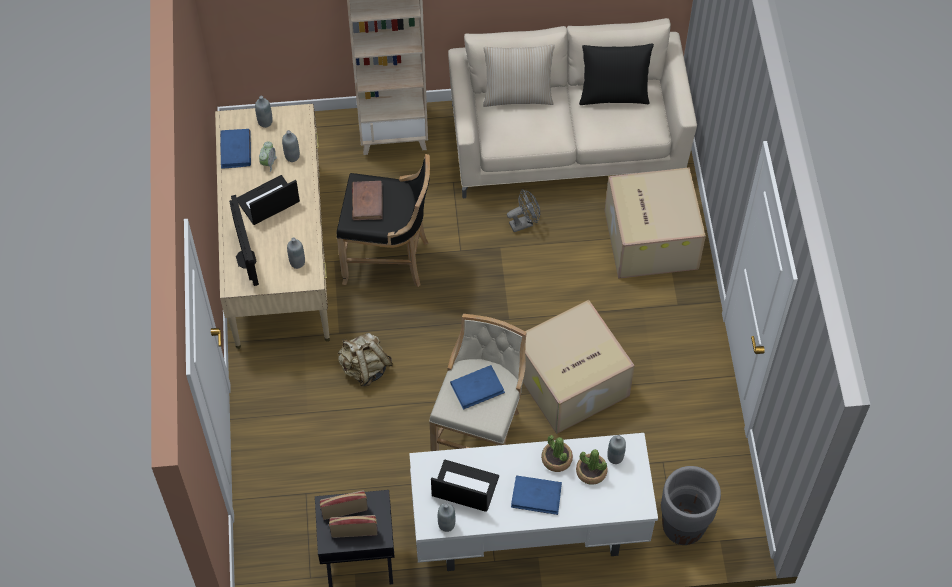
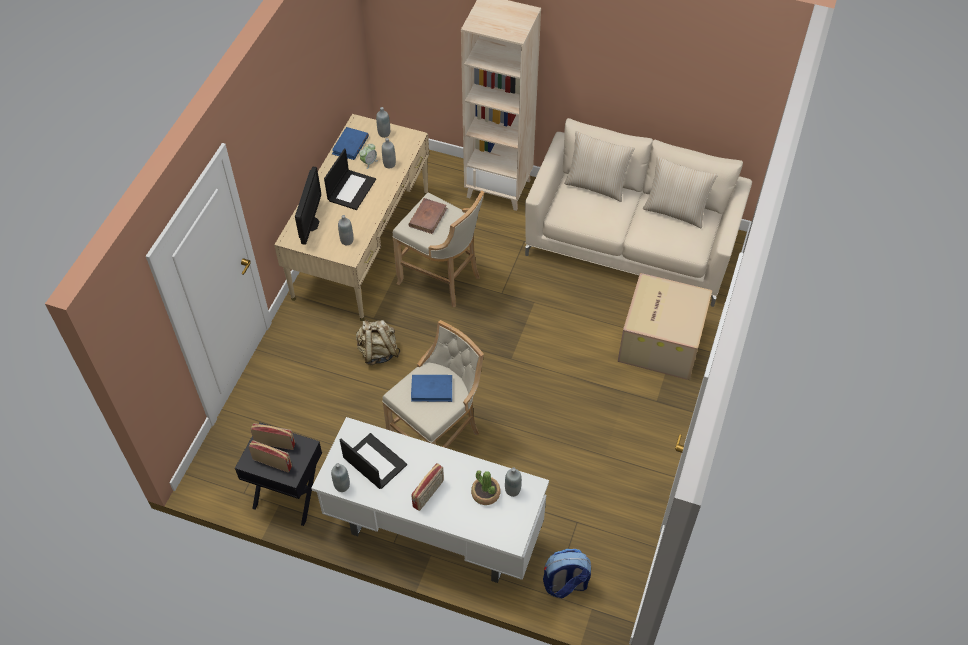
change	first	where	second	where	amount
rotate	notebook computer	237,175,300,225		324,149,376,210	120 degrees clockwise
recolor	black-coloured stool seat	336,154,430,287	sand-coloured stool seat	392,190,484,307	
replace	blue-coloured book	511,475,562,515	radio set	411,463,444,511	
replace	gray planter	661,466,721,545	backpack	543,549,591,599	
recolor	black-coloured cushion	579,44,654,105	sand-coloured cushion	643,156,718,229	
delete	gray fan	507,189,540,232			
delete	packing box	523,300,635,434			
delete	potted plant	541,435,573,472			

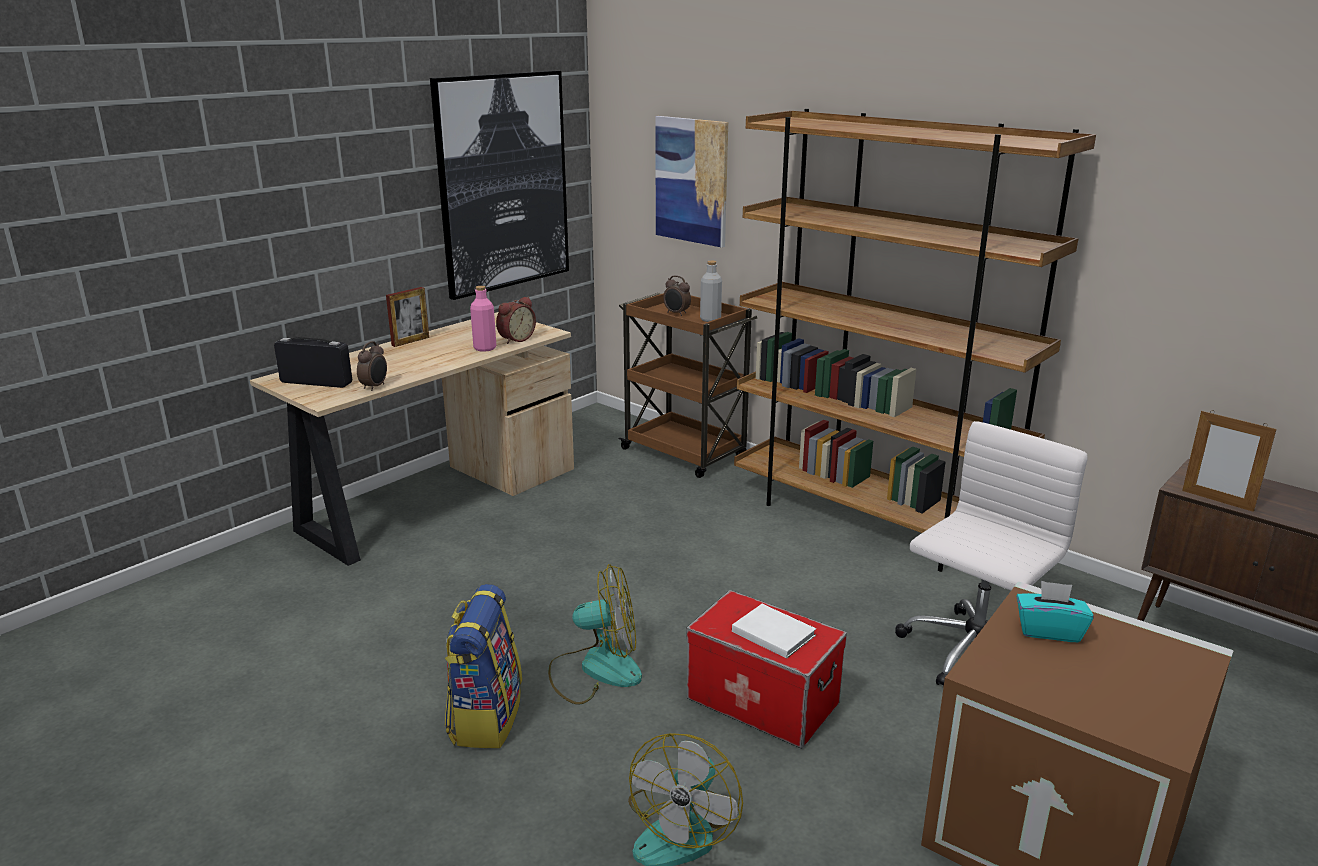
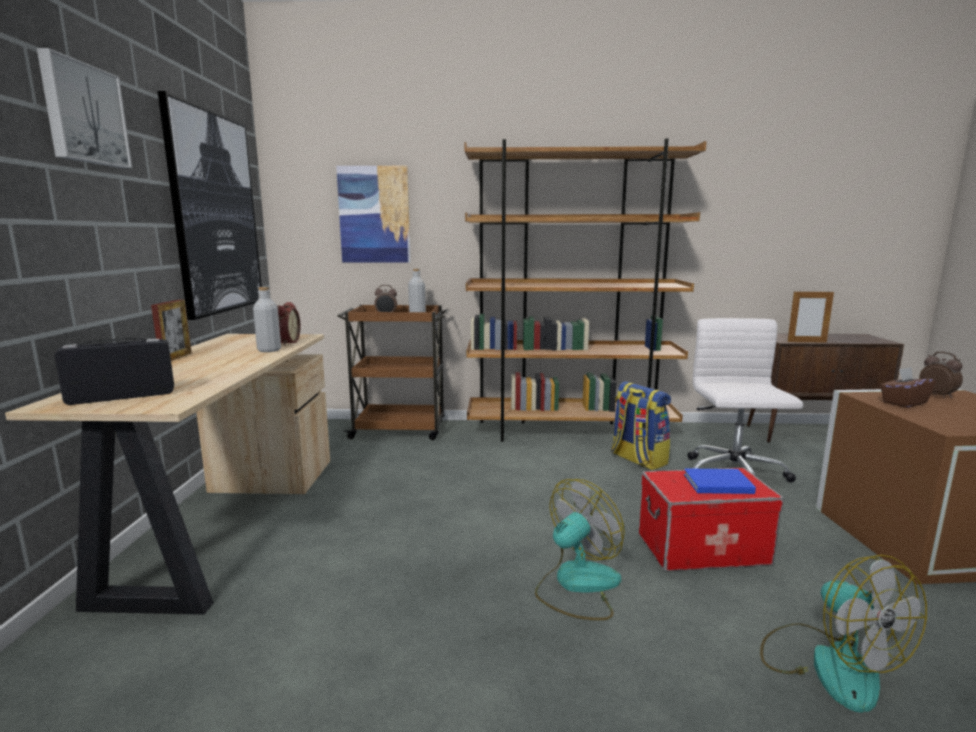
change	first	where	second	where	amount
insert			picture	37,48,132,168	
recolor	pinkish beverage bottle	470,286,496,352	gray beverage bottle	253,287,281,352	
move	backpack	445,584,522,748		611,381,671,470	
recolor	white-coloured book	732,604,816,659	blue-coloured book	684,468,756,494	
recolor	blue-green tissue box	1016,581,1094,642	brownish tissue box	880,367,936,408	
move	bedside clock	357,341,387,391		919,352,963,398	

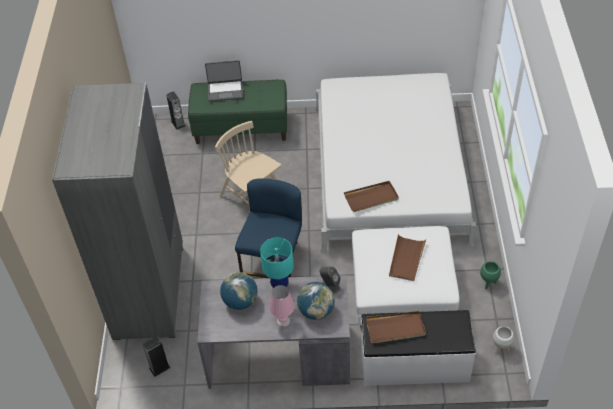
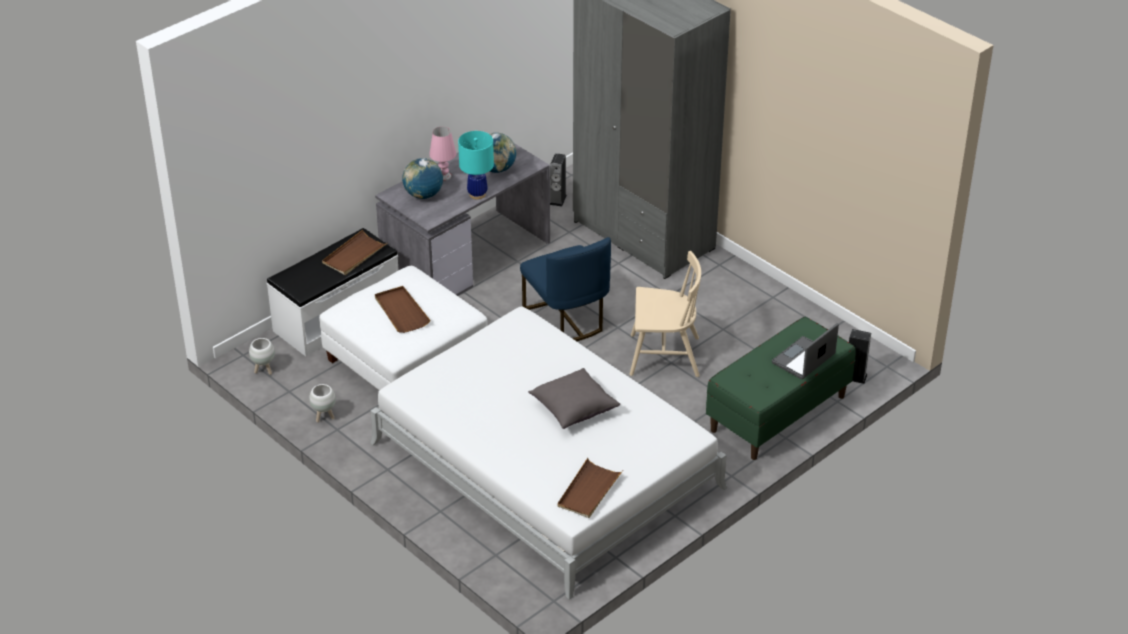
change	first	where	second	where	amount
recolor	green planter	480,261,501,289	white-coloured planter	309,384,336,422	
insert			gray cushion	528,368,620,429	
move	brownish serving tray	344,181,399,212		558,458,623,518	
delete	gray speaker	320,266,340,294			

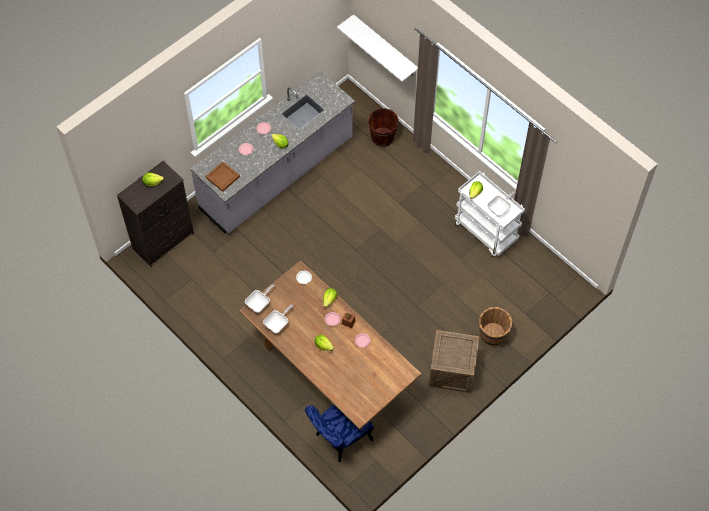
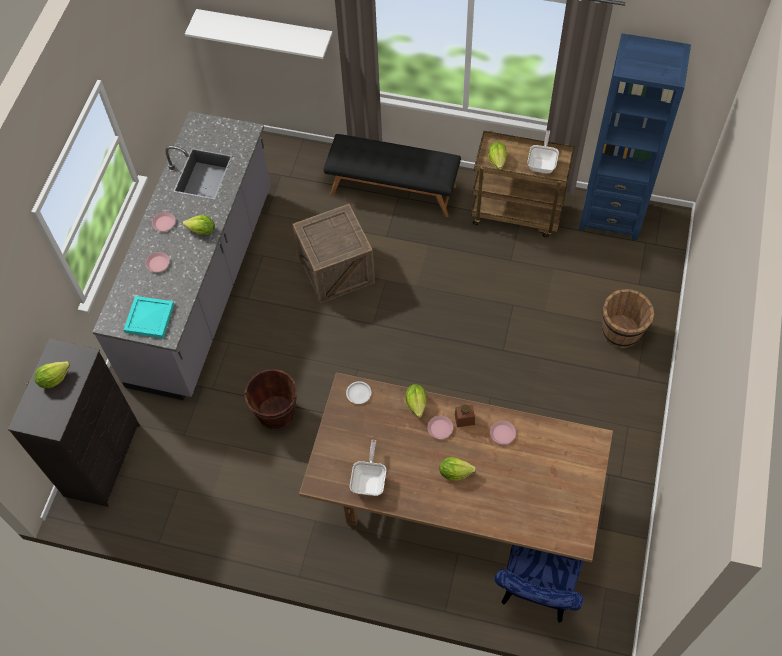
change	first	where	second	where	amount
recolor	brownish serving tray	205,161,240,192	blue-green serving tray	124,296,174,338	
move	brownish pail	368,108,399,147		244,369,297,430	
move	crate	429,330,479,393		292,204,375,303	
insert			black-coloured bench	323,134,461,217	
recolor	white-coloured wheeled cart	455,171,525,256	brownish wheeled cart	471,130,575,238	
insert			blue-coloured bookshelf	579,34,691,241	
delete	skillet	245,284,275,313			

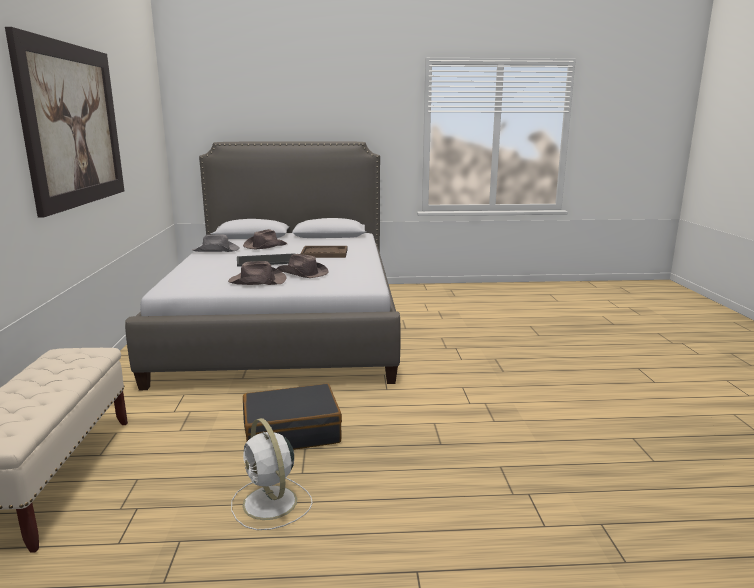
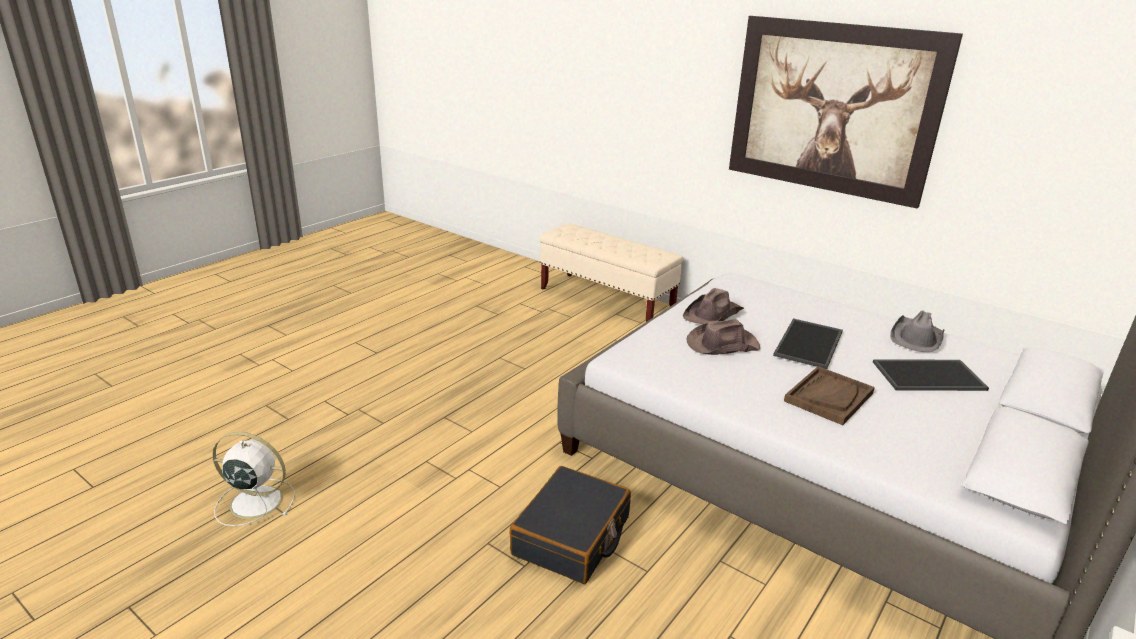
change	first	where	second	where	amount
move	white-coloured fan	231,418,312,530		212,432,295,526	
move	black-coloured piece of luggage	243,383,342,450		510,466,631,584	
replace	brownish hat	243,229,287,249	serving tray	873,359,989,391	

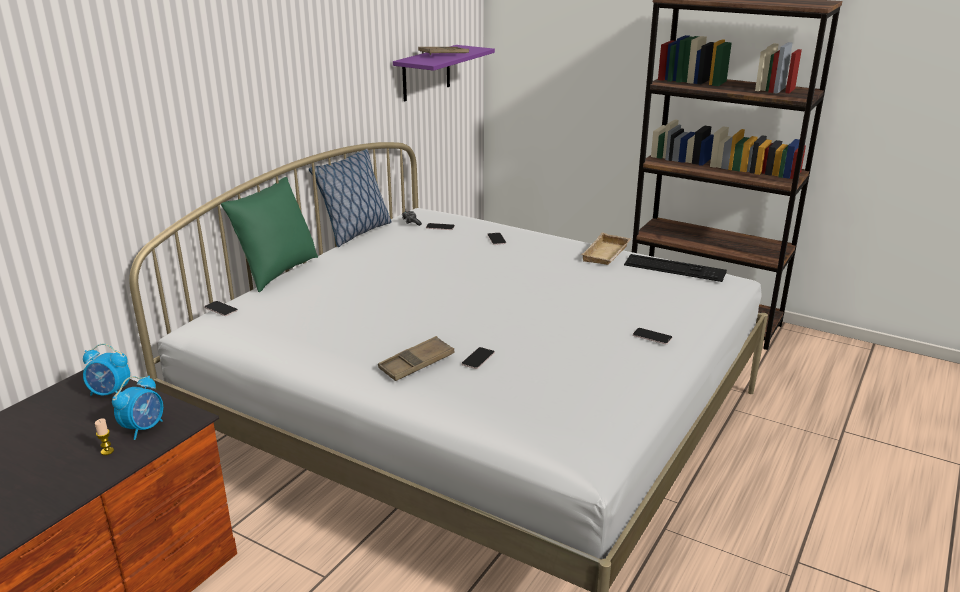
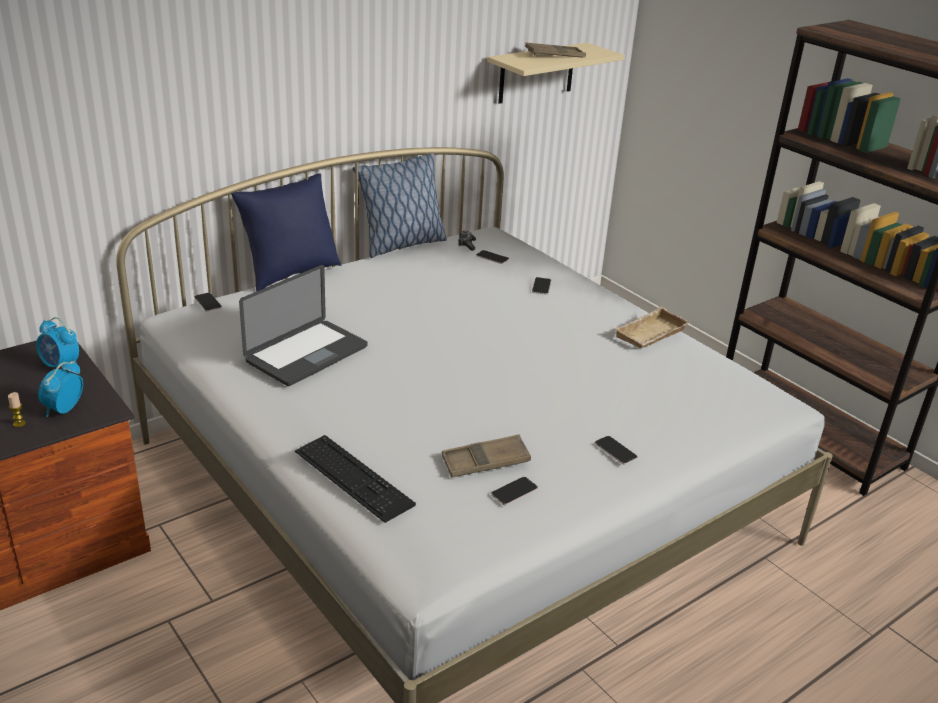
change	first	where	second	where	amount
rotate	bedside clock	112,376,163,440		38,360,83,417	150 degrees clockwise
recolor	green cushion	220,177,318,292	blue-coloured cushion	231,173,341,292	
insert			notebook computer	239,265,368,386	
move	keyboard	624,254,727,282		295,435,416,523	
move	brownish serving tray	378,336,454,381		442,435,531,477	
recolor	purplish wall shelf	393,45,495,101	sand-coloured wall shelf	487,43,625,104	
move	phone	462,347,495,369		491,477,538,505	

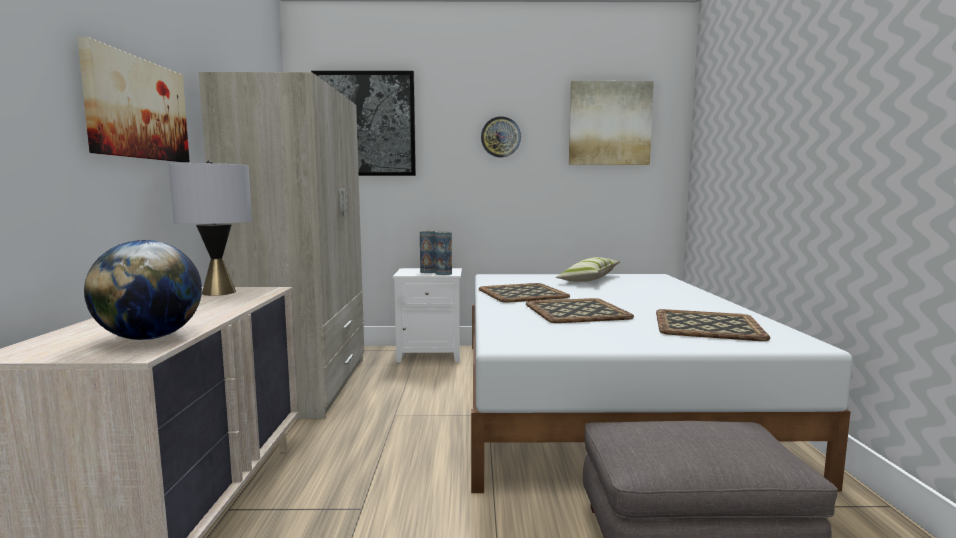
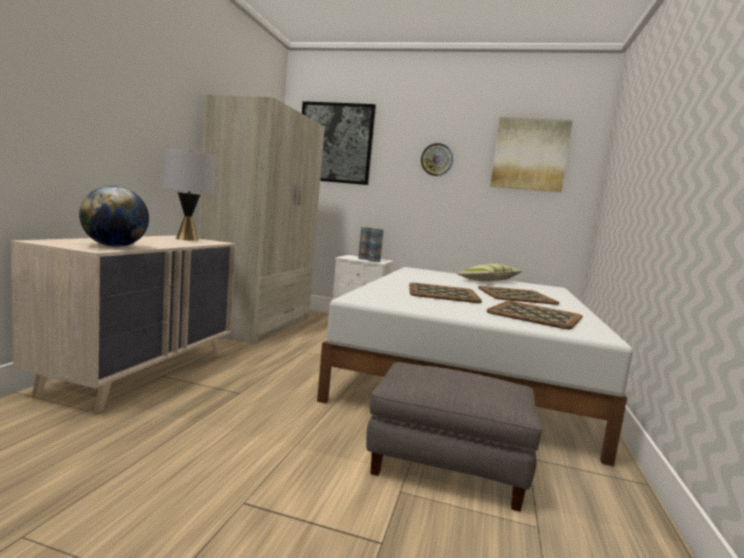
change	first	where	second	where	amount
move	serving tray	479,283,570,303		478,286,559,305	
delete	picture	77,37,190,162			

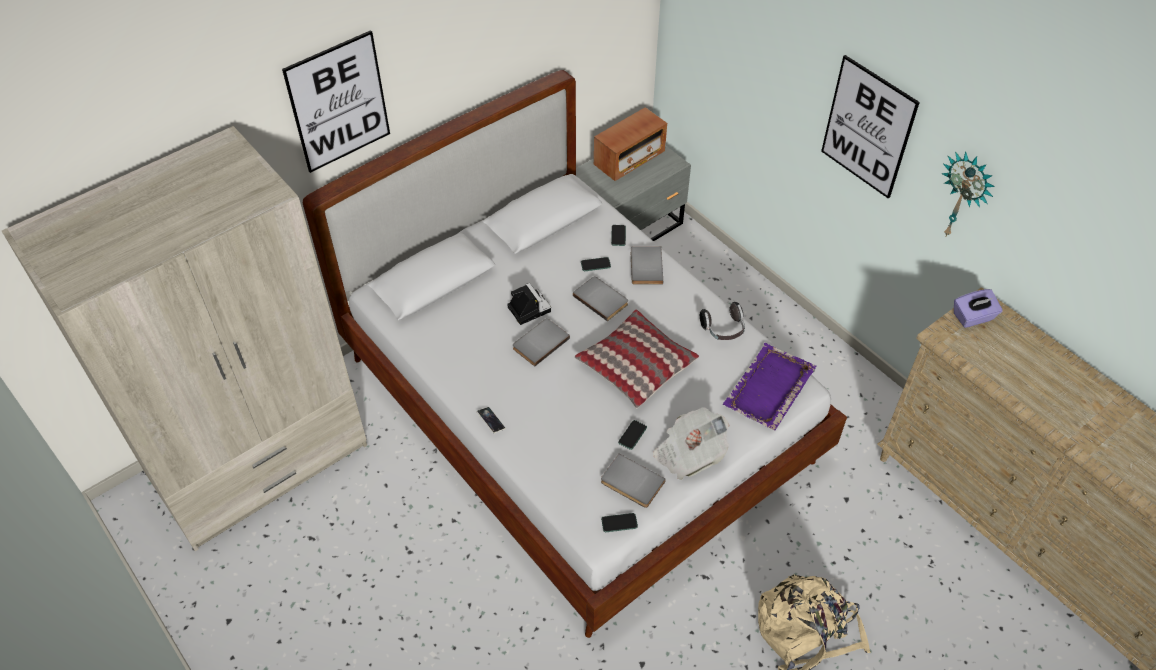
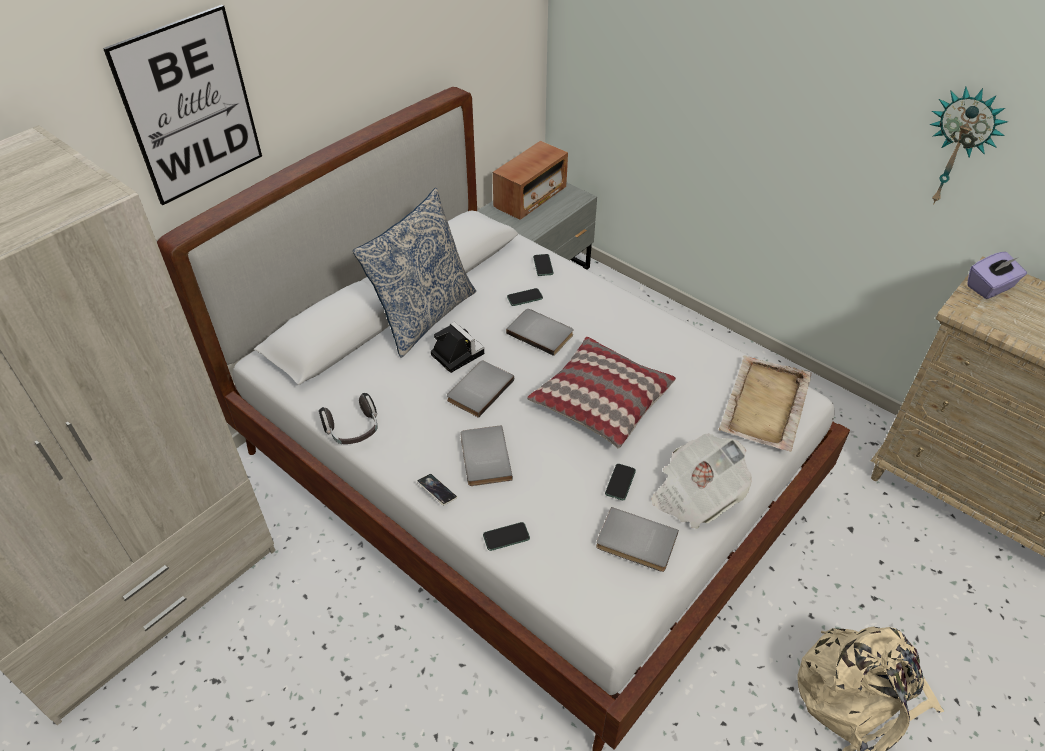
change	first	where	second	where	amount
move	pair of headphones	700,302,745,340		319,393,378,444	
insert			cushion	353,188,476,358	
move	gray book	631,246,663,284		460,425,513,486	
move	phone	601,513,638,532		483,522,530,551	
recolor	purplish serving tray	723,343,816,430	sand-coloured serving tray	719,355,812,452	
delete	picture	821,55,920,199			

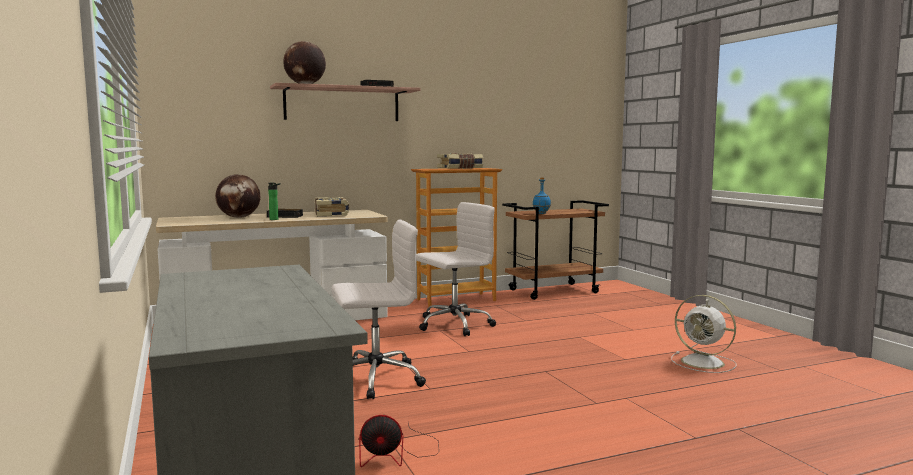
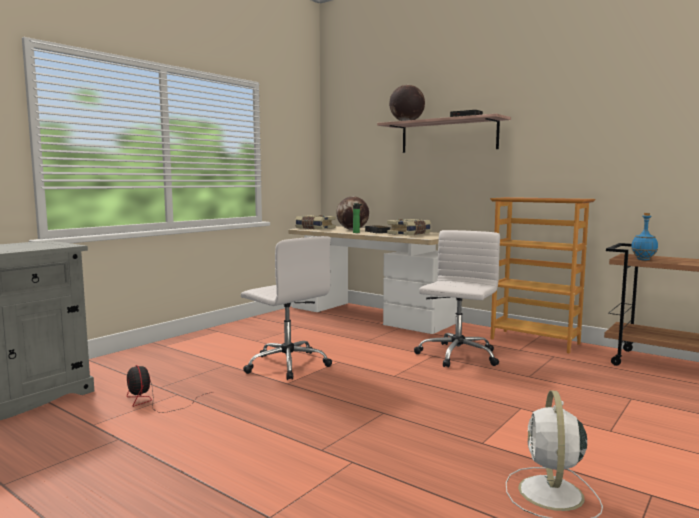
change	first	where	second	where	amount
move	book	437,153,483,169		295,215,336,230	
rotate	white-coloured office chair	416,202,496,336		414,230,500,368	90 degrees counterclockwise

